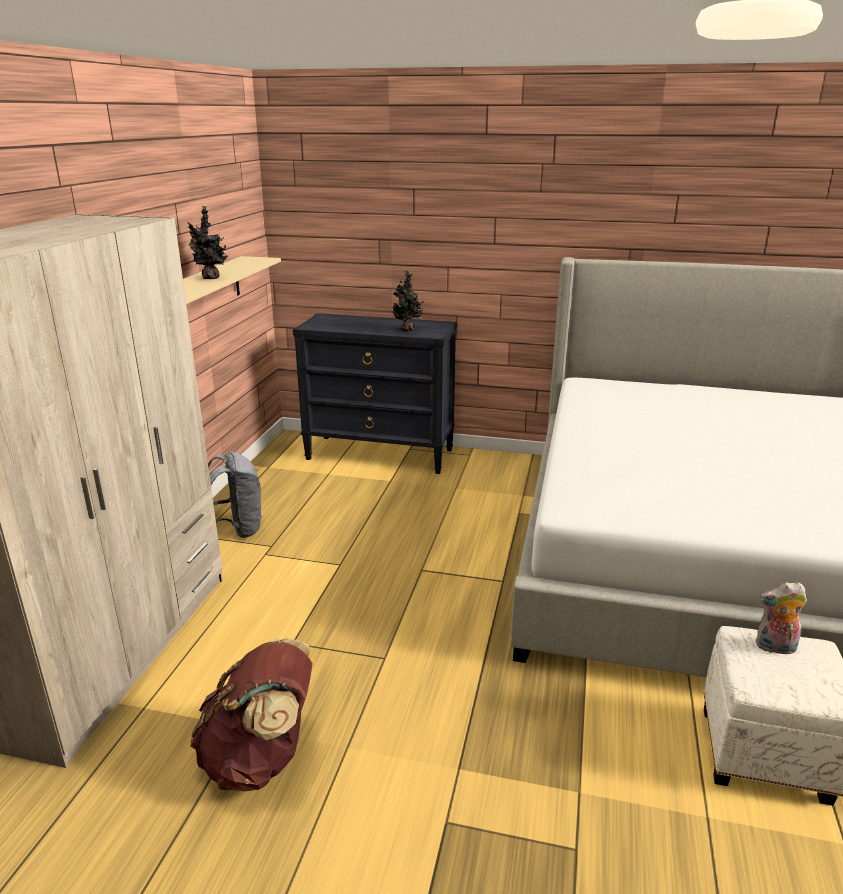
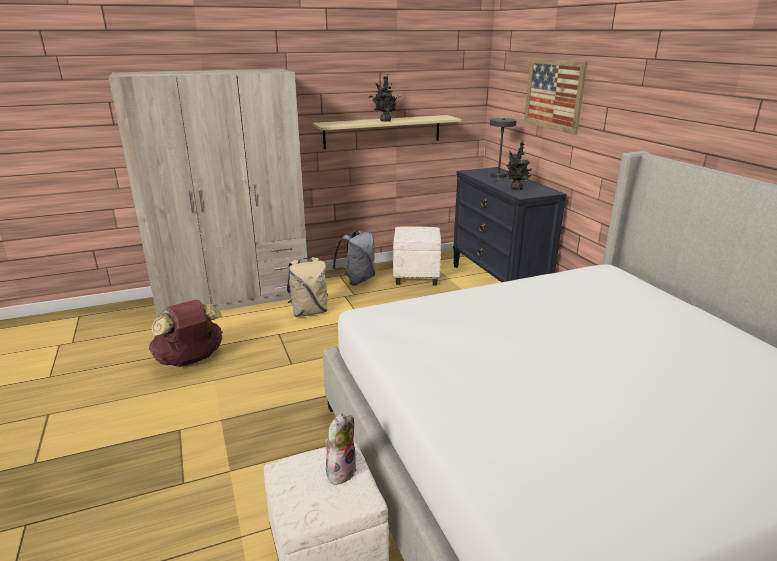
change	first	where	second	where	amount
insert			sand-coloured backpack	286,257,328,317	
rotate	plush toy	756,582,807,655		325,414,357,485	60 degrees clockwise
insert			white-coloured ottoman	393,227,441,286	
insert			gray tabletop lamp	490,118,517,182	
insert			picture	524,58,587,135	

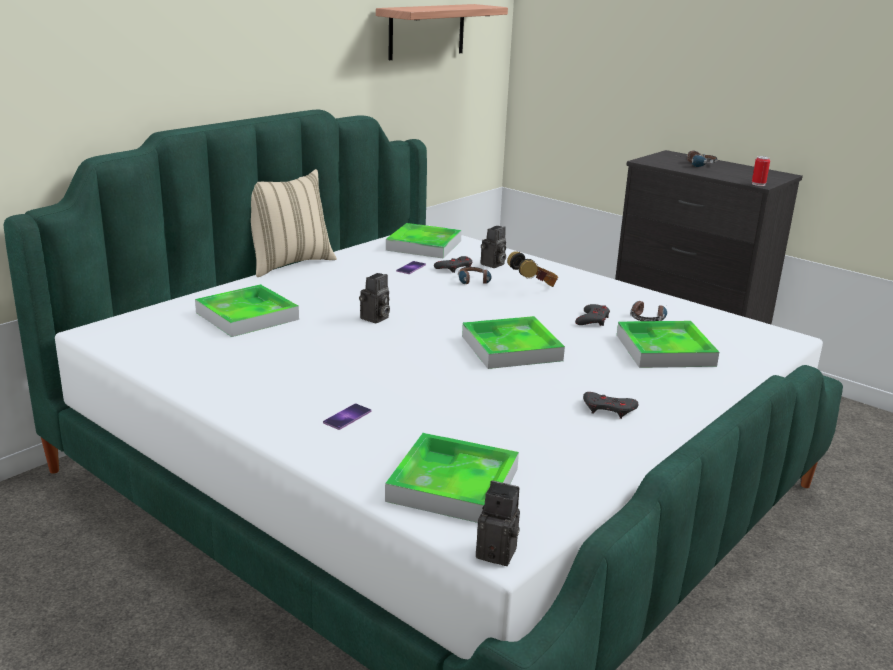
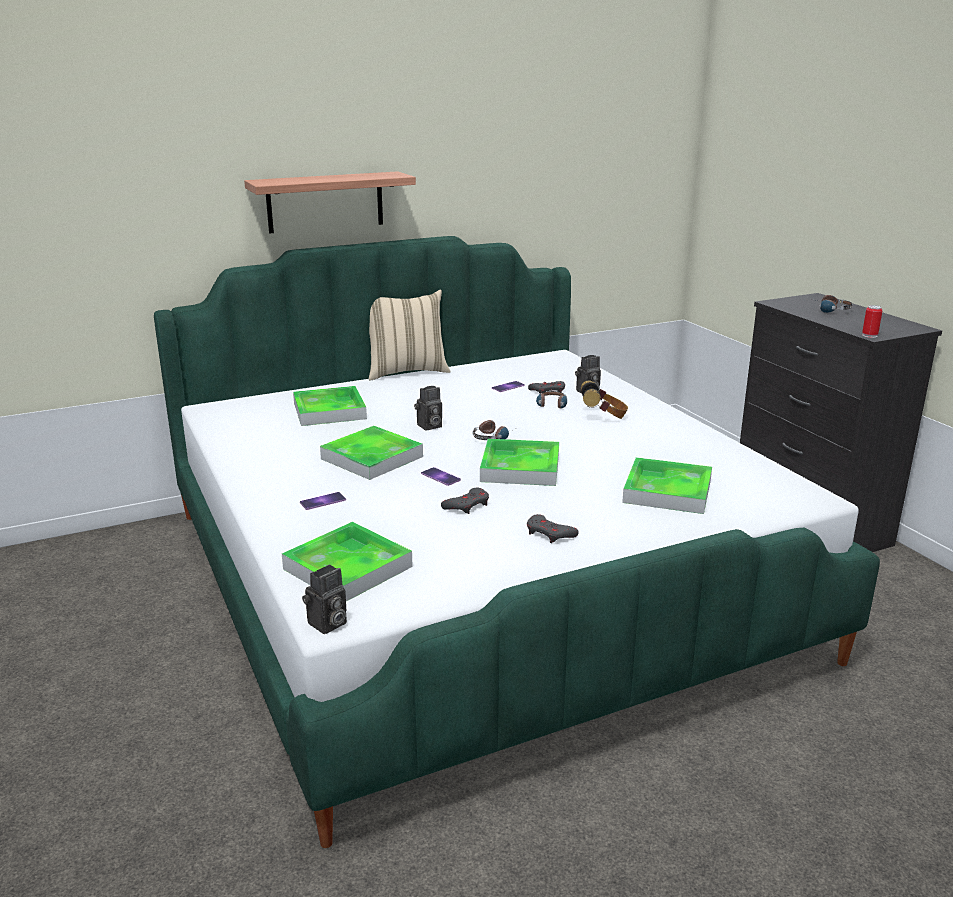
change	first	where	second	where	amount
move	wall shelf	376,4,508,60		244,171,416,234	
rotate	photo camera	476,481,520,566		302,564,347,634	90 degrees clockwise
move	serving tray	386,223,462,258		320,426,423,480	
insert			phone	421,467,461,486	
move	gray game controller	575,304,610,326		441,488,489,514	
move	pair of headphones	630,301,667,321		472,420,517,440	

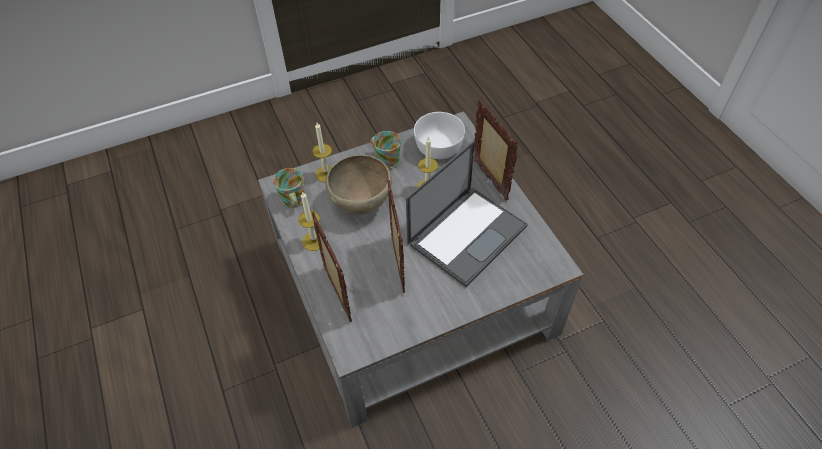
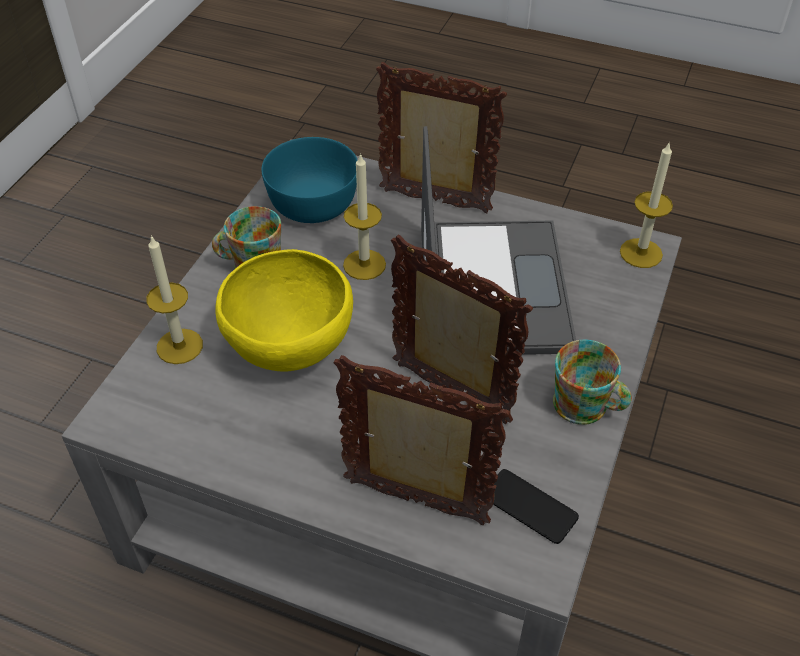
change	first	where	second	where	amount
recolor	brownish bowl	325,155,392,215	yellowish bowl	215,249,353,372	
recolor	white-coloured bowl	414,112,465,159	blue-green bowl	262,137,357,223	
insert			phone	489,469,579,544	
move	mug	273,168,305,208		553,340,632,425	
move	wax candle	298,191,320,251		620,141,673,268	

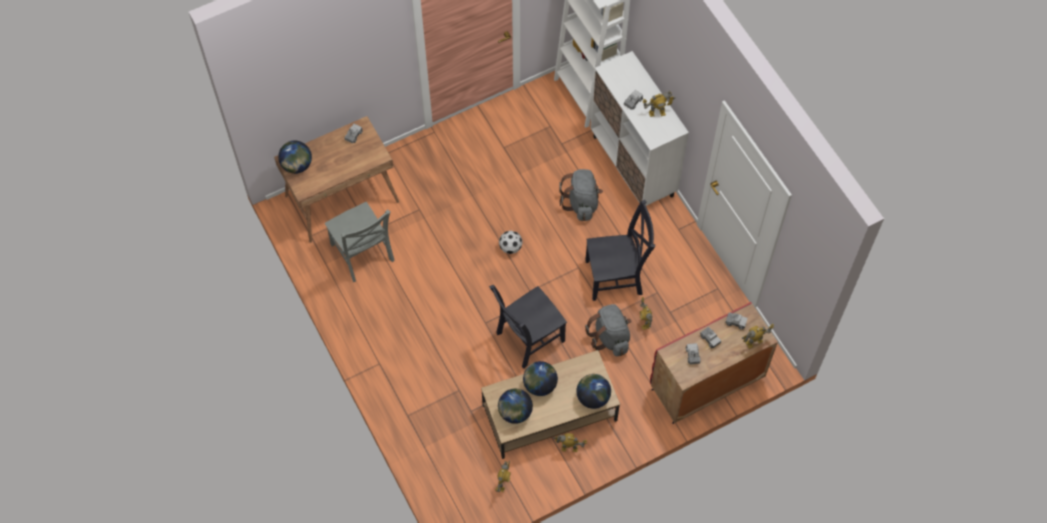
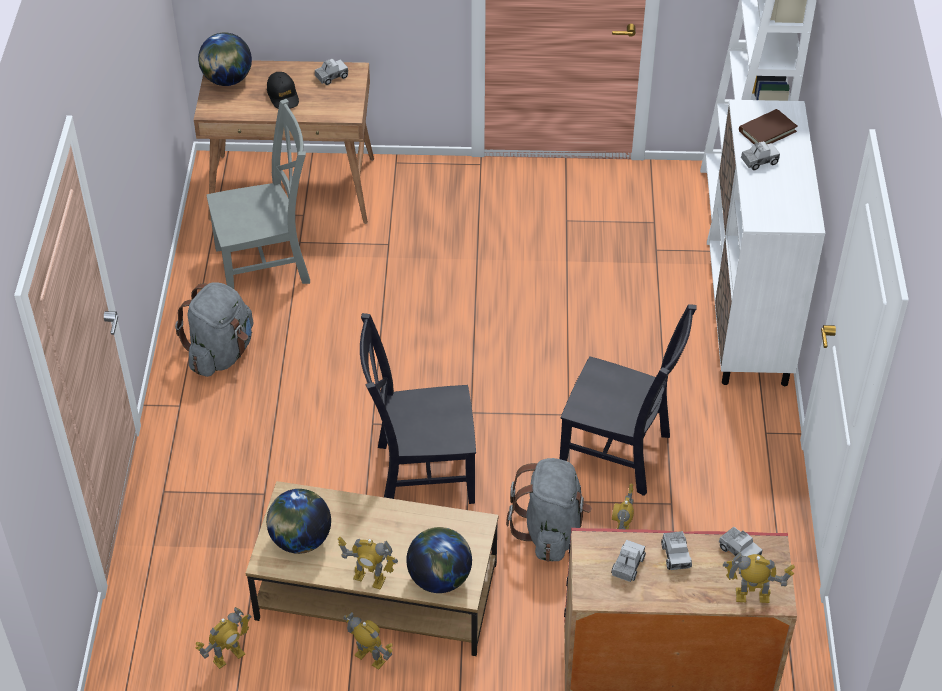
change	first	where	second	where	amount
move	gray backpack	559,169,603,221		175,282,253,377	
rotate	gray chair	325,202,395,282		206,99,310,289	105 degrees counterclockwise
insert			black-coloured peaked cap	267,72,299,109	
move	model robot	642,91,675,117		338,537,398,590	
insert			brownish book	739,109,798,144	
delete	football	499,231,522,254			
delete	globe	523,361,558,396			

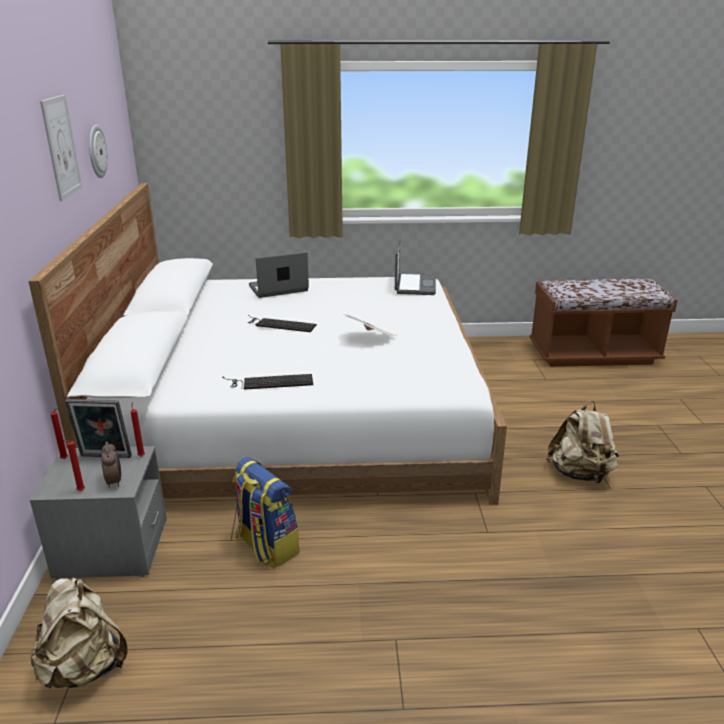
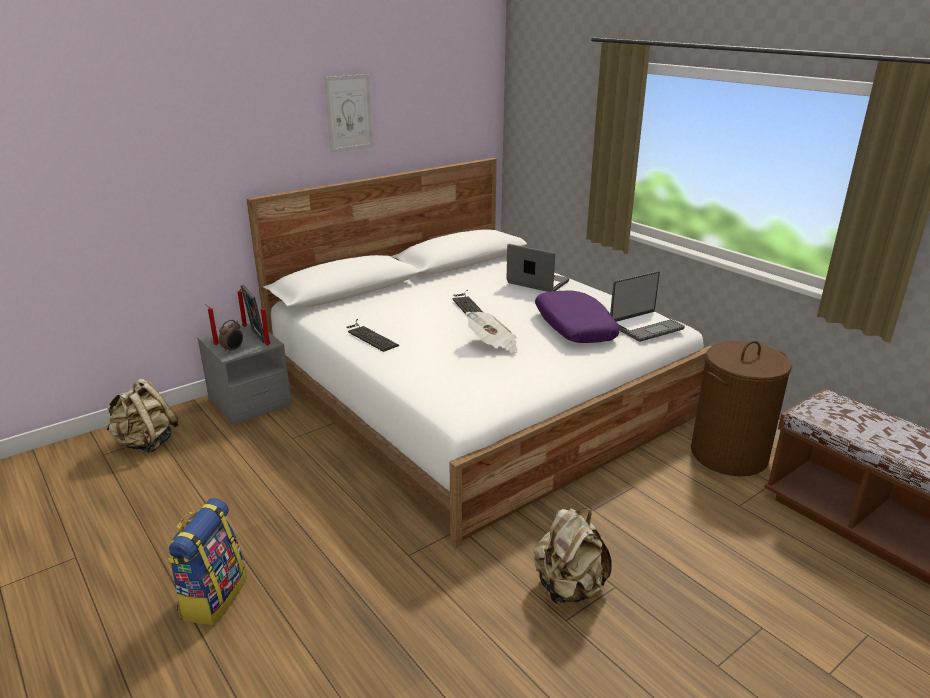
change	first	where	second	where	amount
move	backpack	233,457,300,569		167,498,246,625	
insert			purplish cushion	535,291,619,343	
insert			brownish hamper	691,341,792,476	
delete	hanging clock	89,125,108,178			

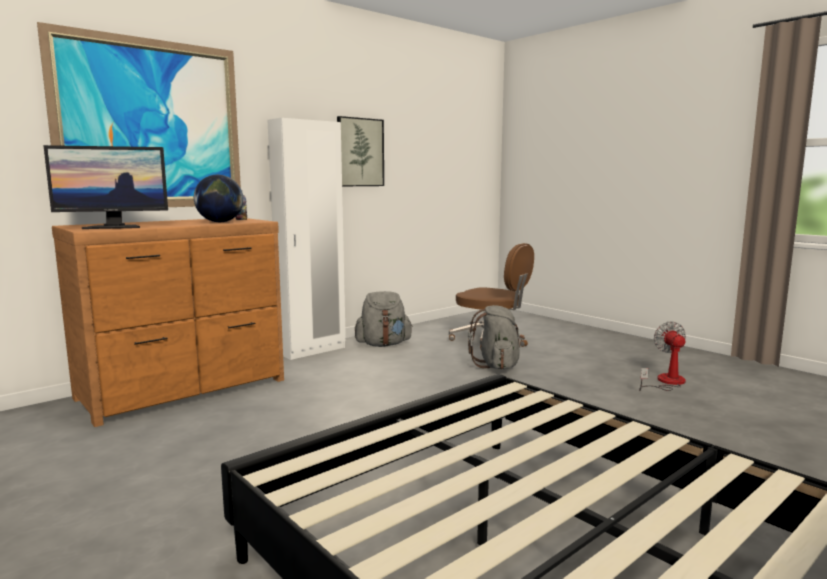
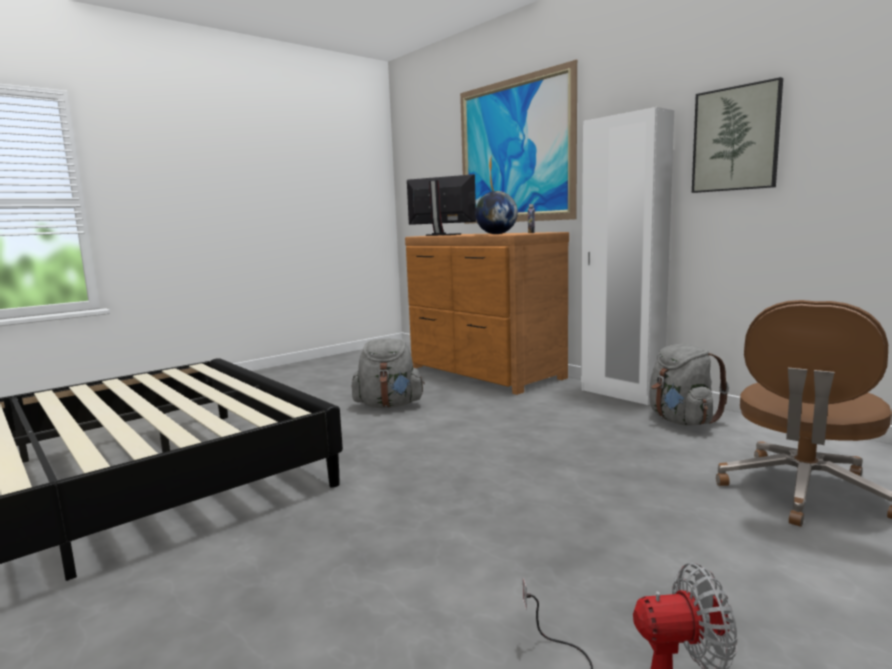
change	first	where	second	where	amount
move	gray backpack	468,305,525,369		351,339,425,409	
rotate	computer screen	43,145,168,229		407,174,476,236	135 degrees clockwise

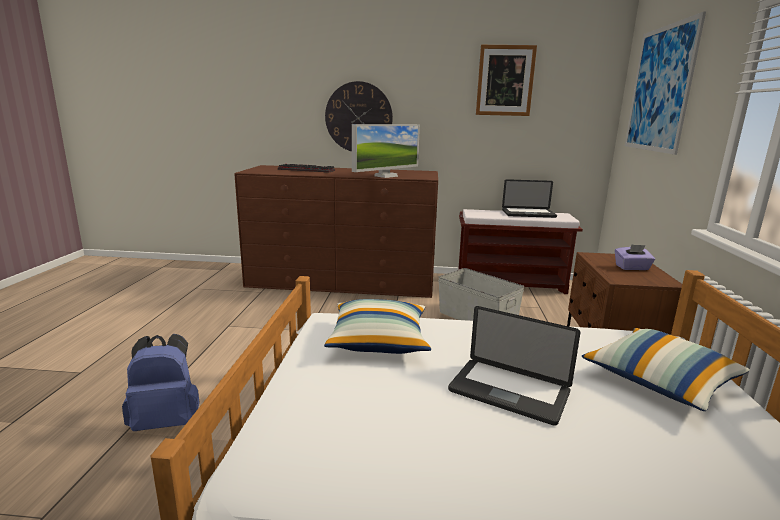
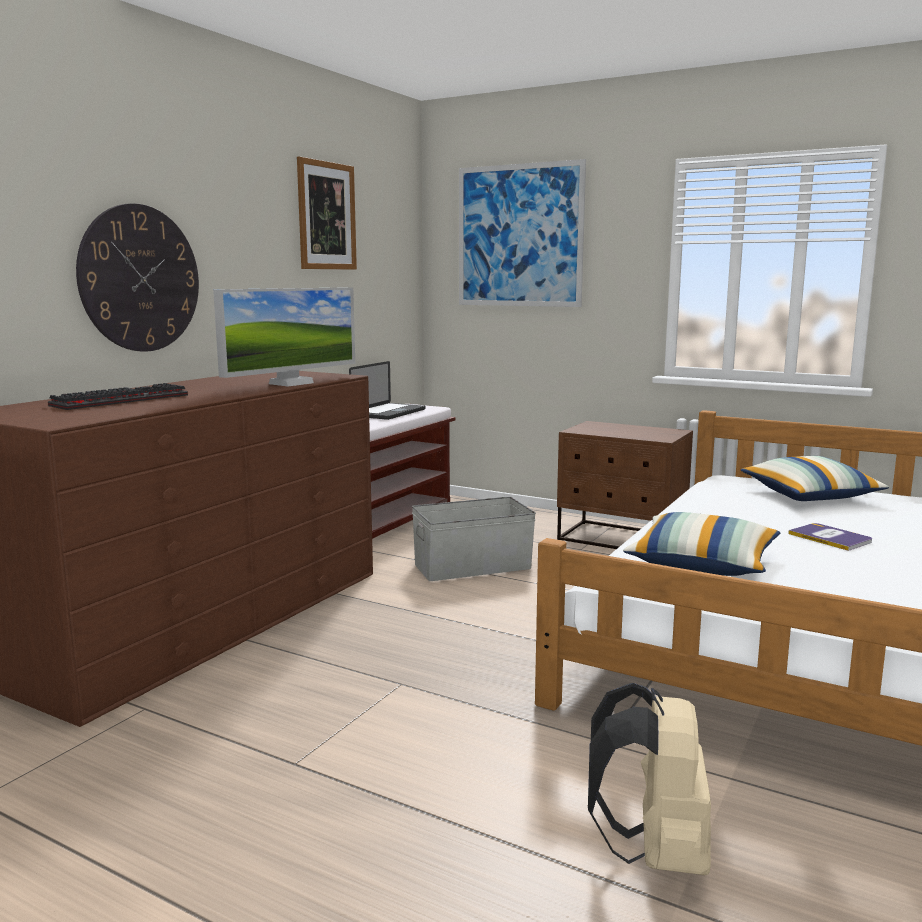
change	first	where	second	where	amount
rotate	computer screen	352,124,420,178		213,287,355,387	60 degrees clockwise
recolor	blue-coloured backpack	122,334,200,431	sand-coloured backpack	588,683,711,875	
replace	notebook computer	448,306,581,426	book	788,523,872,551	
delete	purplish tissue box	615,244,655,270			

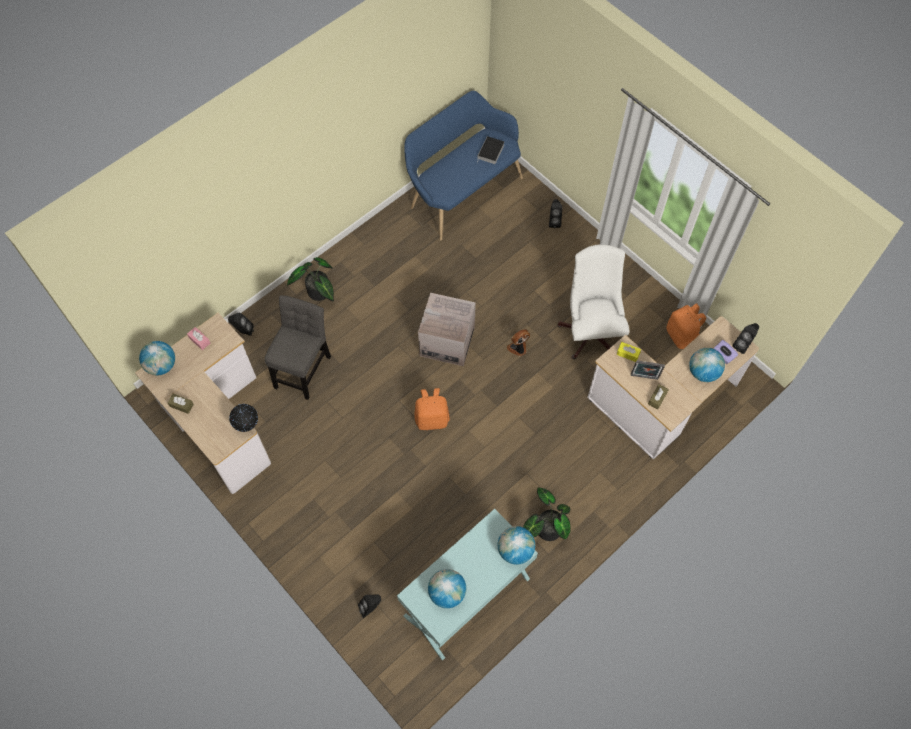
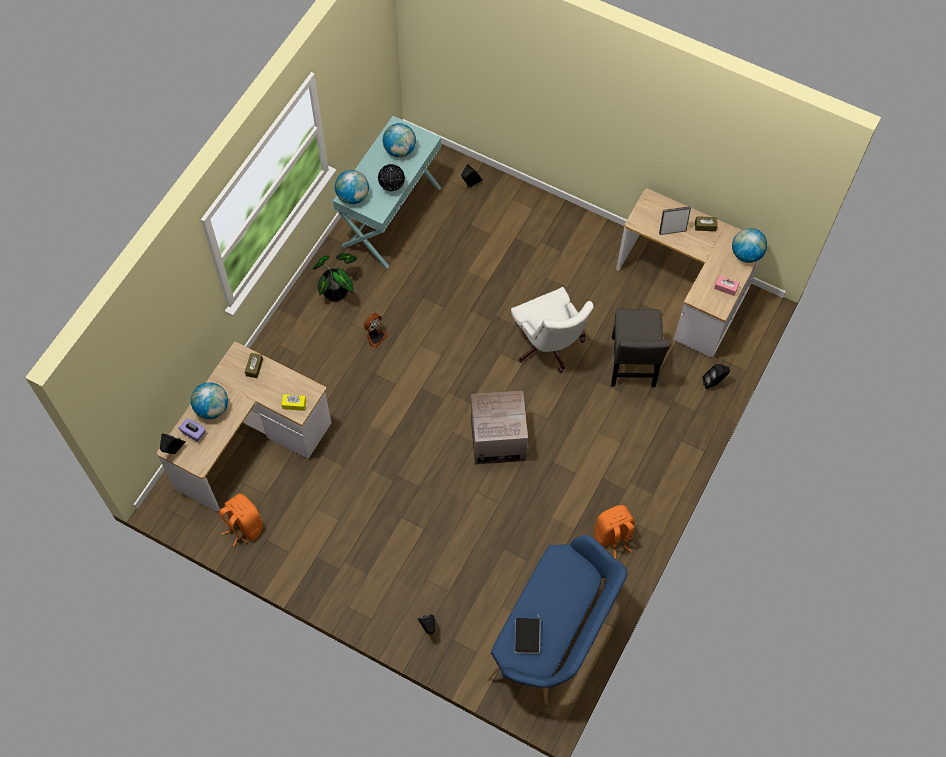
change	first	where	second	where	amount
move	fan	507,329,530,357		364,313,388,348	
move	globe	229,404,258,432		378,164,405,191	
move	white-coloured office chair	558,244,630,359		511,287,594,373	
move	orangey backpack	415,388,450,430		594,505,634,559	
move	standing frame	631,360,665,380		659,206,691,235	
delete	potted plant	287,257,334,302			

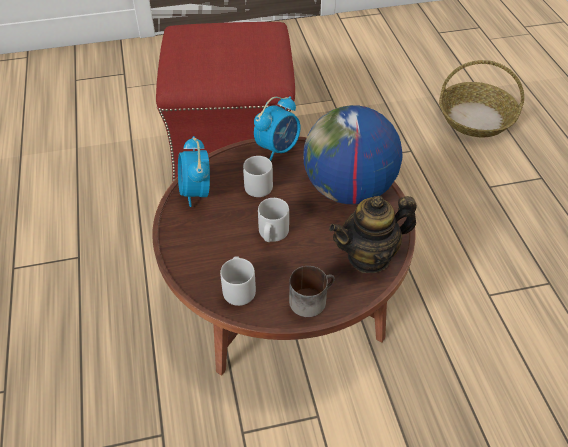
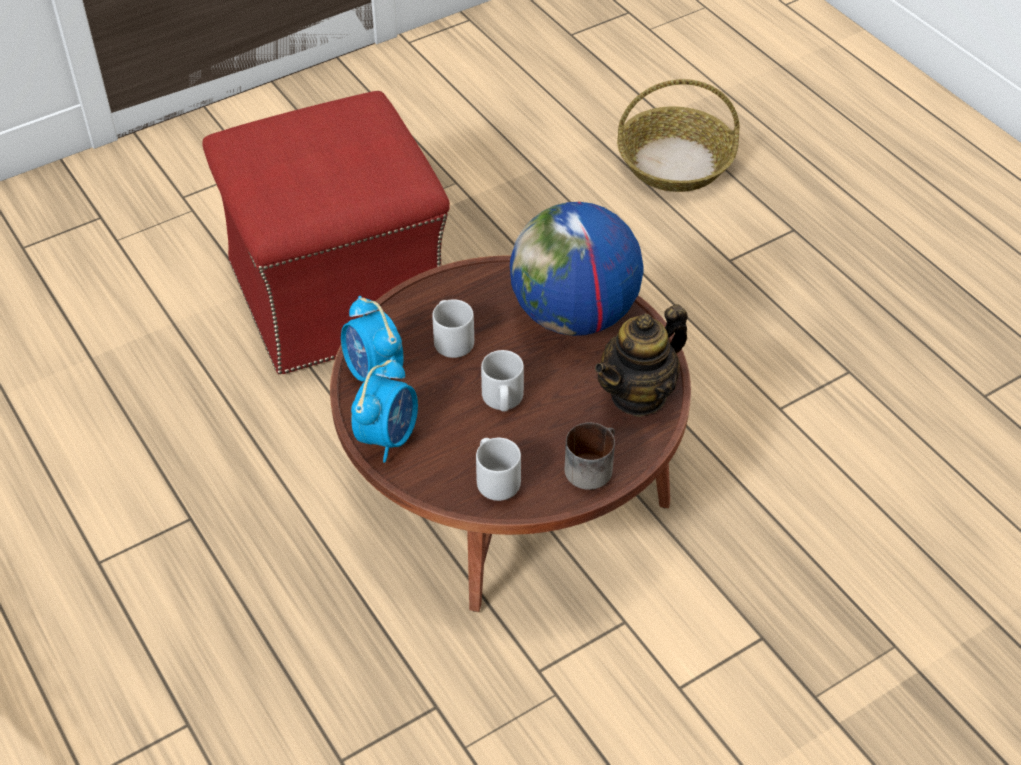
change	first	where	second	where	amount
move	bedside clock	254,96,301,161		351,357,418,463	

